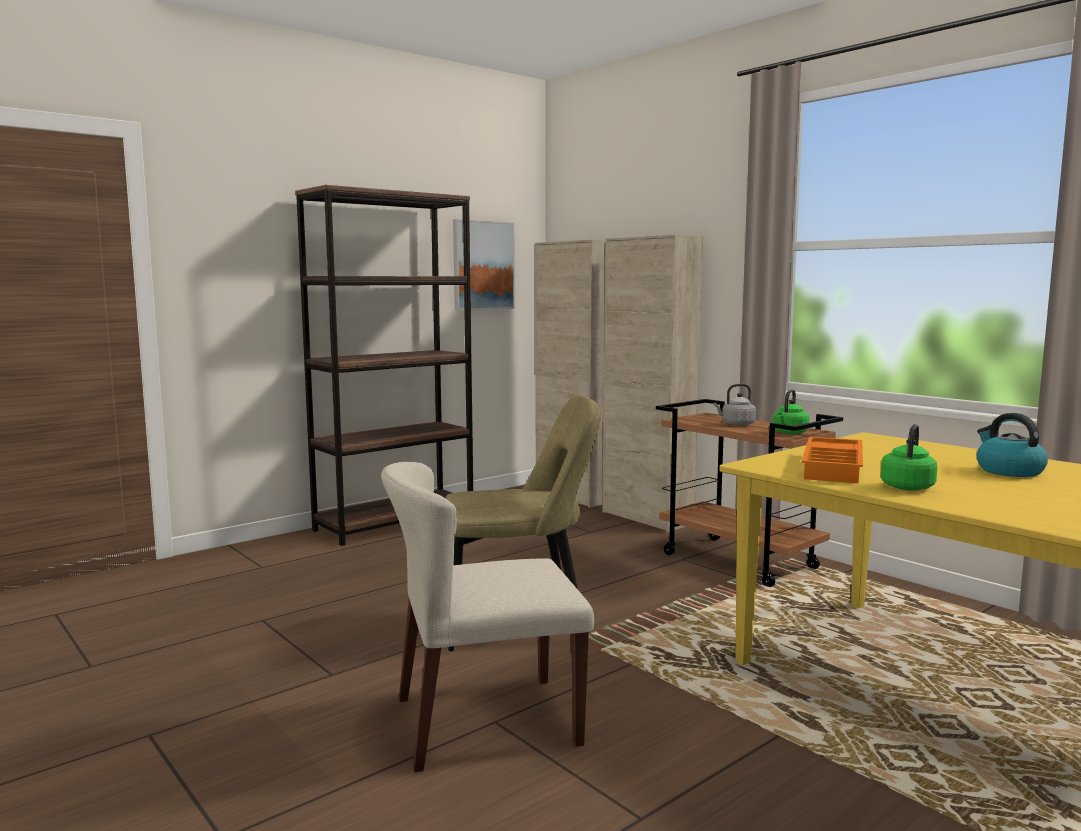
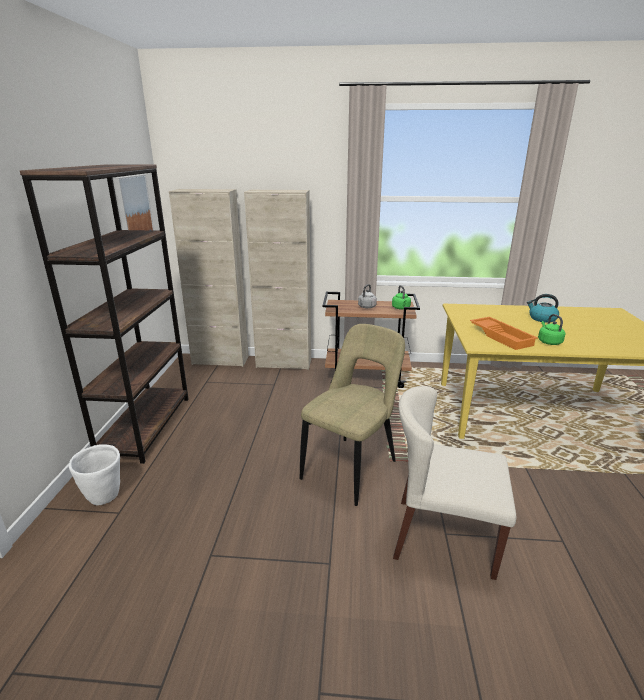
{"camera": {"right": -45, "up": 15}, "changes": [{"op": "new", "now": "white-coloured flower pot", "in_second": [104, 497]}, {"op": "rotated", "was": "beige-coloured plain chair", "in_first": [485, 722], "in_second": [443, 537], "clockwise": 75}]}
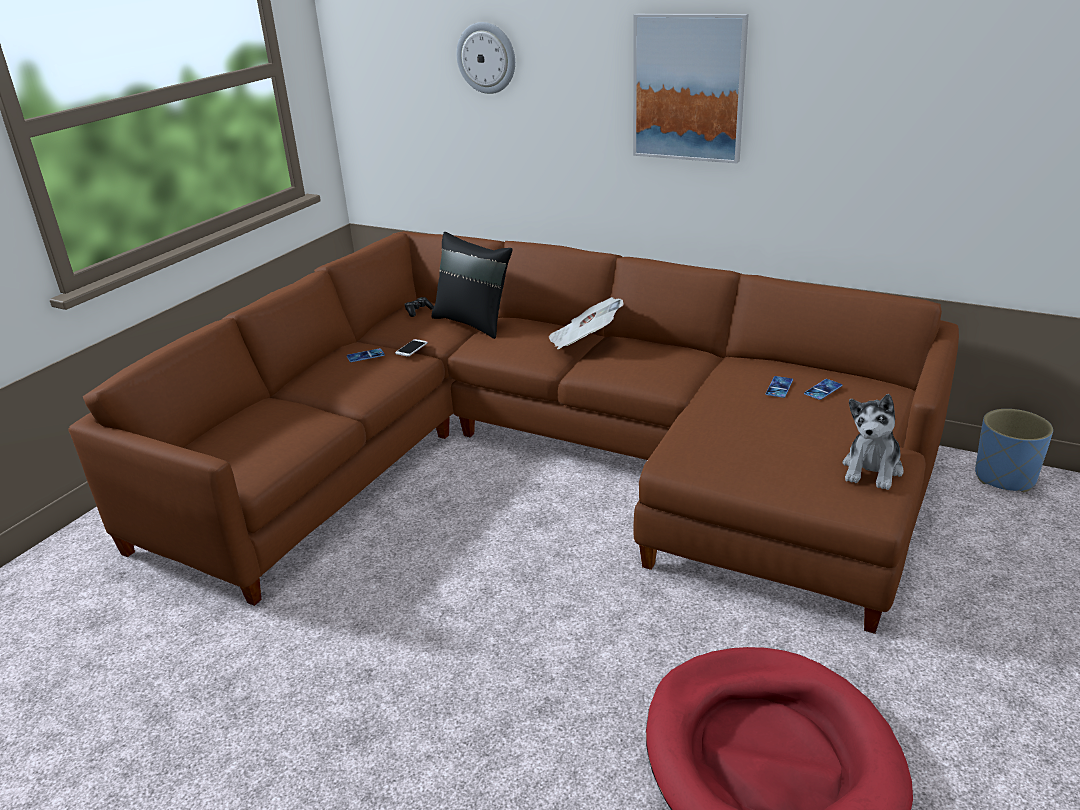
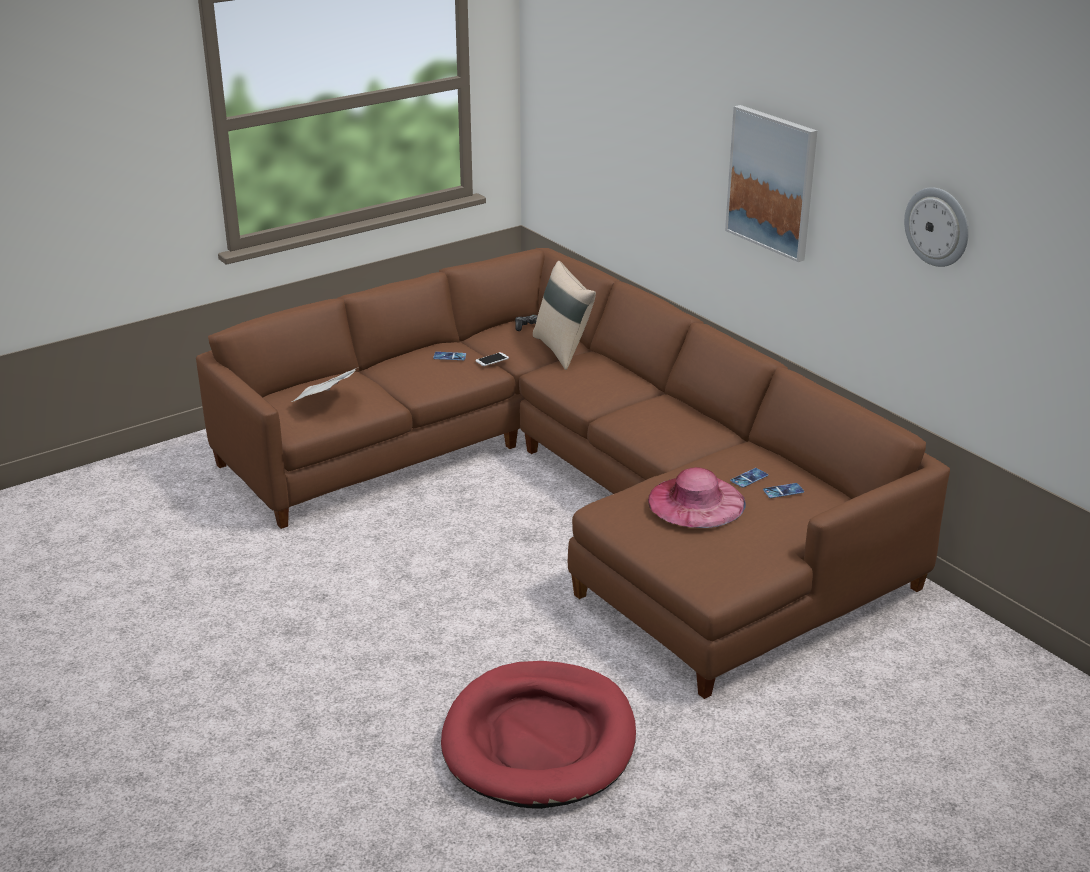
{"camera": {"right": 25, "up": 0}, "changes": [{"op": "shifted", "was": "newspaper", "in_first": [584, 341], "in_second": [325, 401]}, {"op": "repainted", "was": "black cushion", "now": "beige-coloured cushion", "in_first": [474, 323], "in_second": [563, 350]}, {"op": "new", "now": "pink clothing hat", "in_second": [696, 501]}, {"op": "shifted", "was": "hanging clock", "in_first": [486, 58], "in_second": [937, 226]}, {"op": "gone", "was": "soft toy", "in_first": [872, 469]}, {"op": "gone", "was": "blue-coloured flower pot", "in_first": [1005, 477]}]}
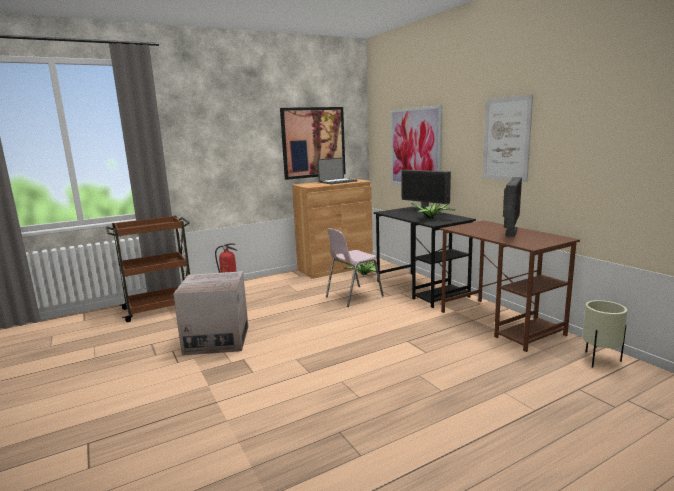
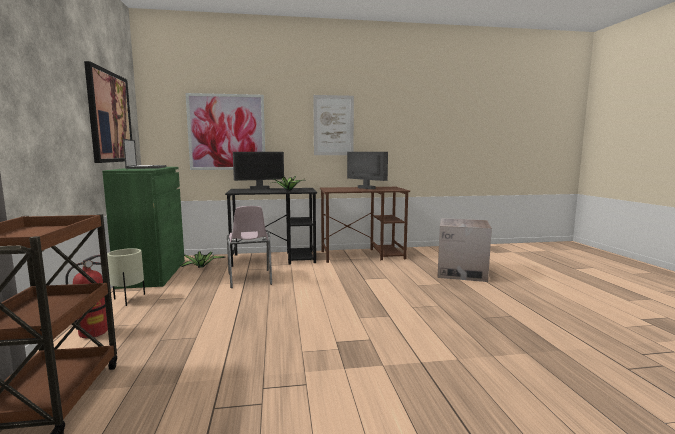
{"camera": {"right": -70, "up": -5}, "changes": [{"op": "repainted", "was": "brown storage cabinet", "now": "green-coloured storage cabinet", "in_first": [335, 268], "in_second": [153, 273]}, {"op": "shifted", "was": "beige-coloured flower pot", "in_first": [599, 360], "in_second": [128, 300]}, {"op": "shifted", "was": "carton", "in_first": [217, 340], "in_second": [461, 272]}]}
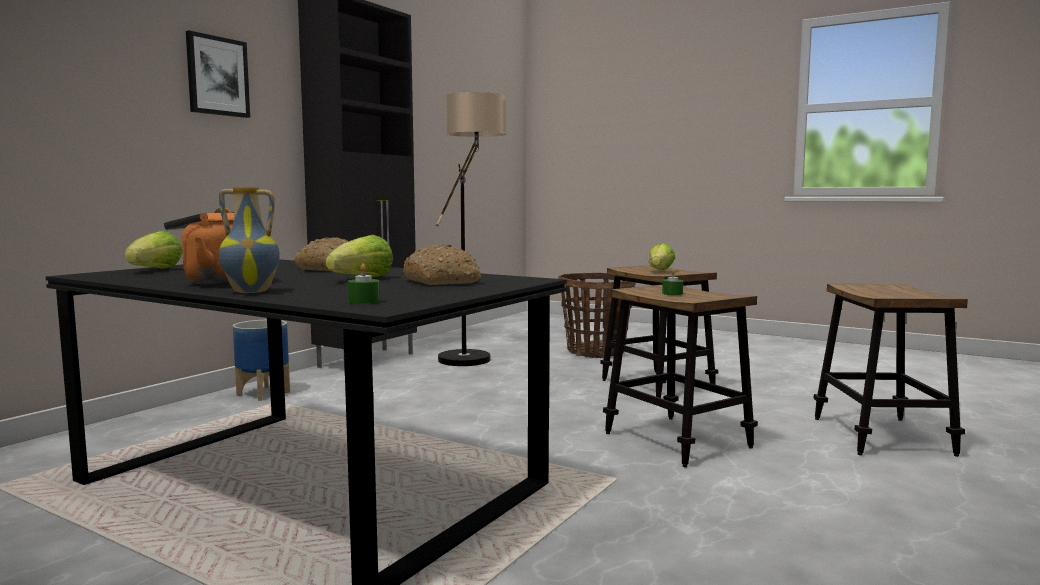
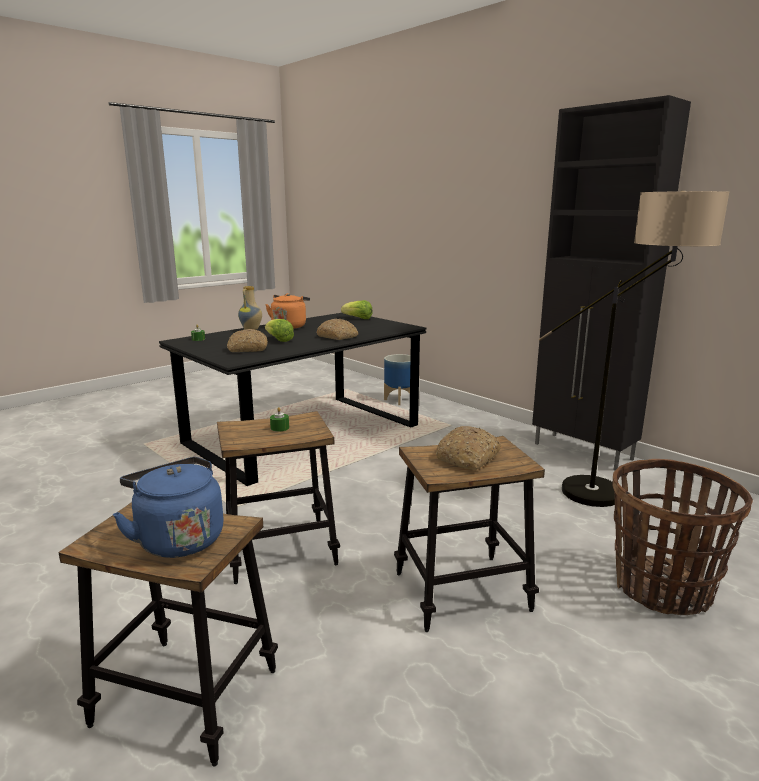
{"camera": {"right": 105, "up": 10}, "changes": [{"op": "new", "now": "blue-coloured tea kettle", "in_second": [178, 539]}, {"op": "shifted", "was": "flower pot", "in_first": [264, 393], "in_second": [400, 400]}, {"op": "swapped", "was": "lettuce", "now": "bread", "in_first": [660, 271], "in_second": [468, 458]}, {"op": "gone", "was": "picture", "in_first": [217, 76]}]}
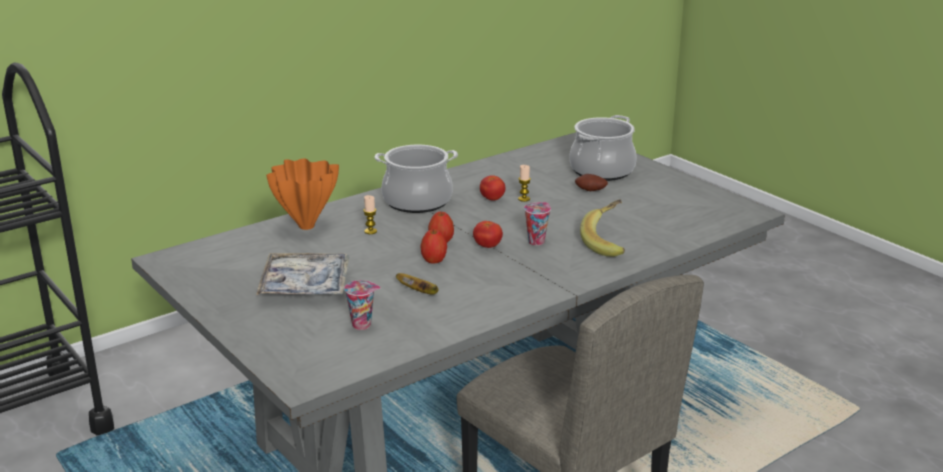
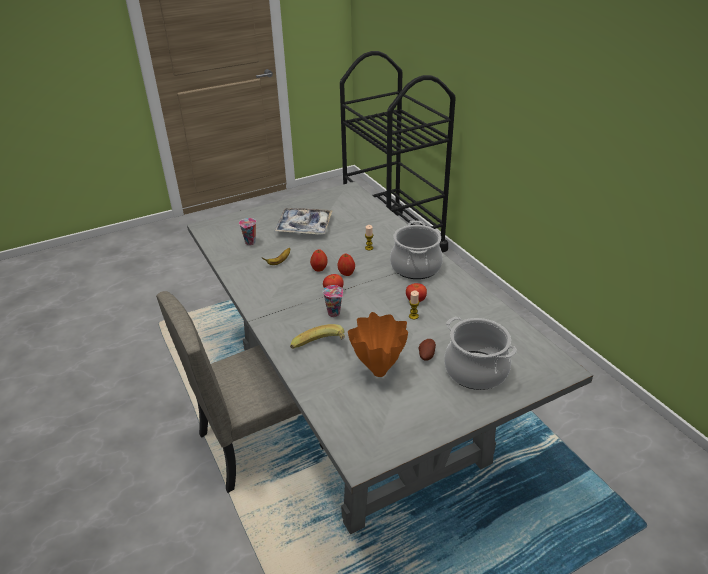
{"camera": {"right": 100, "up": 10}, "changes": [{"op": "shifted", "was": "orange vase", "in_first": [305, 226], "in_second": [379, 371]}]}
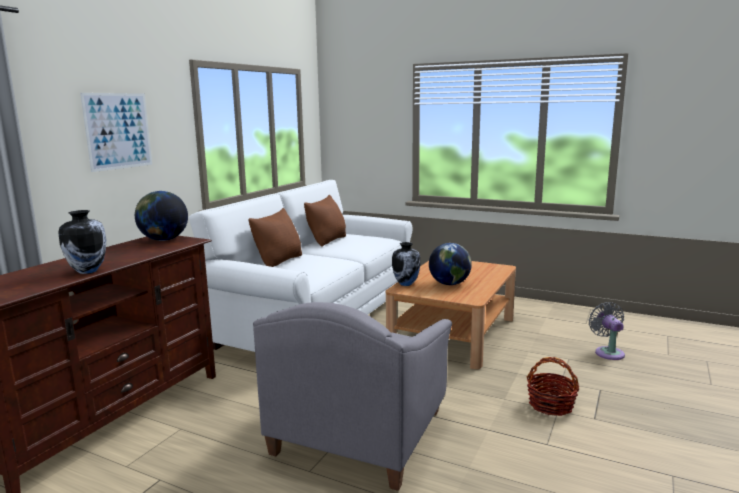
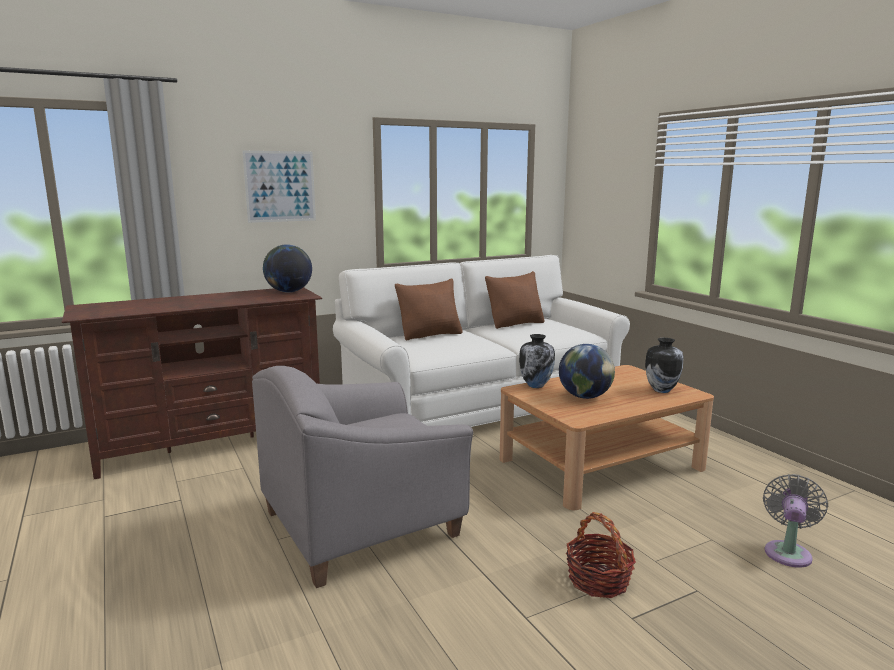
{"camera": {"right": 35, "up": 0}, "changes": [{"op": "shifted", "was": "vase", "in_first": [87, 271], "in_second": [661, 390]}]}
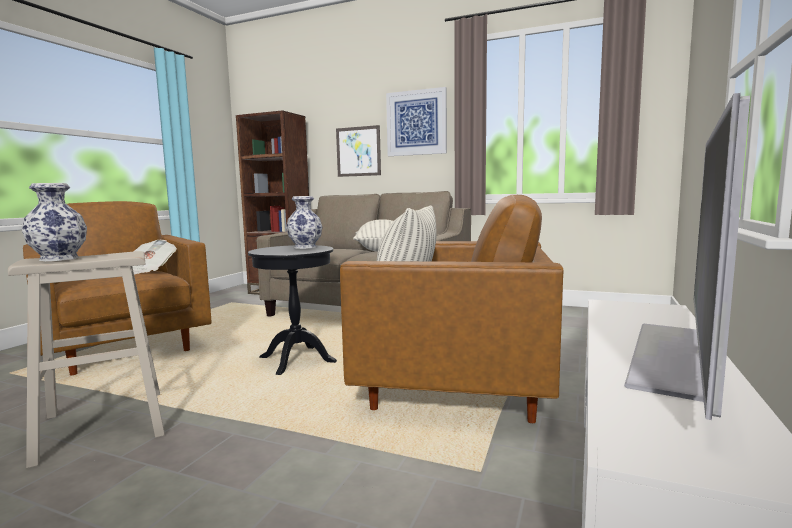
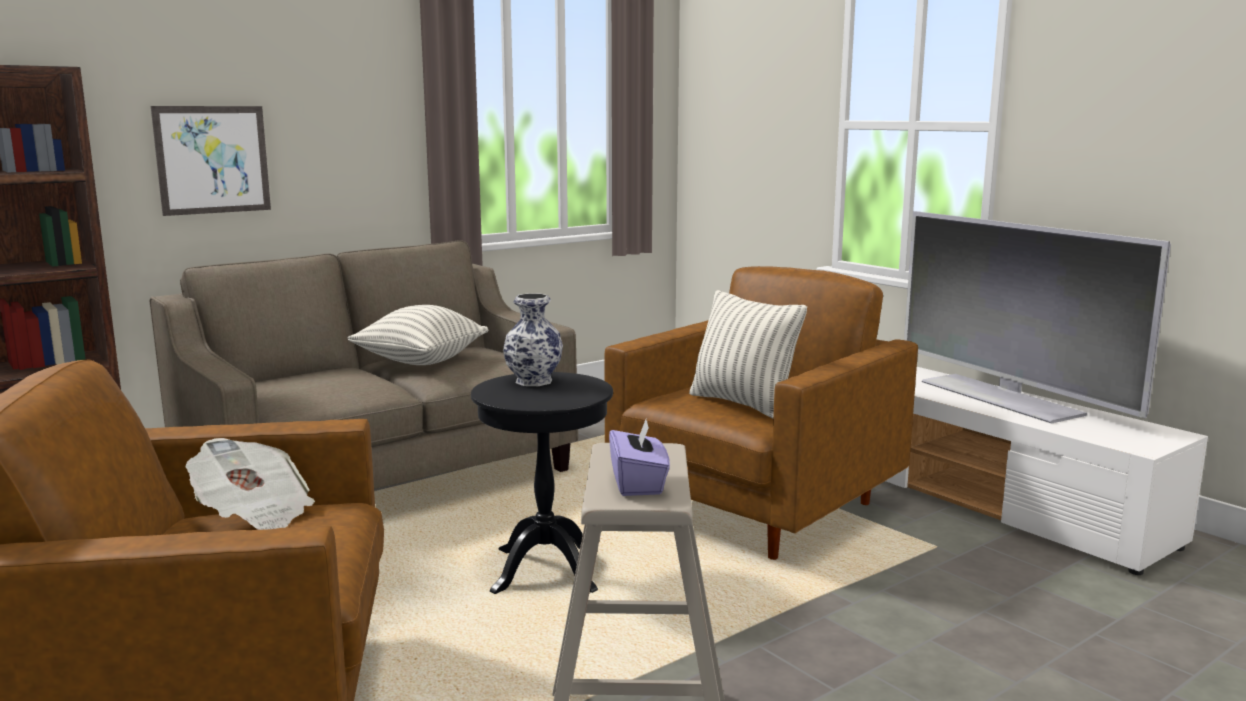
{"camera": {"right": -60, "up": 5}, "changes": [{"op": "swapped", "was": "vase", "now": "purple tissue holder", "in_first": [60, 258], "in_second": [638, 484]}, {"op": "gone", "was": "picture", "in_first": [416, 123]}]}
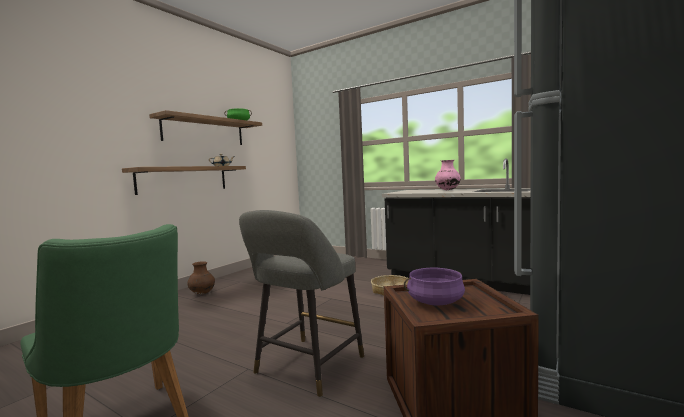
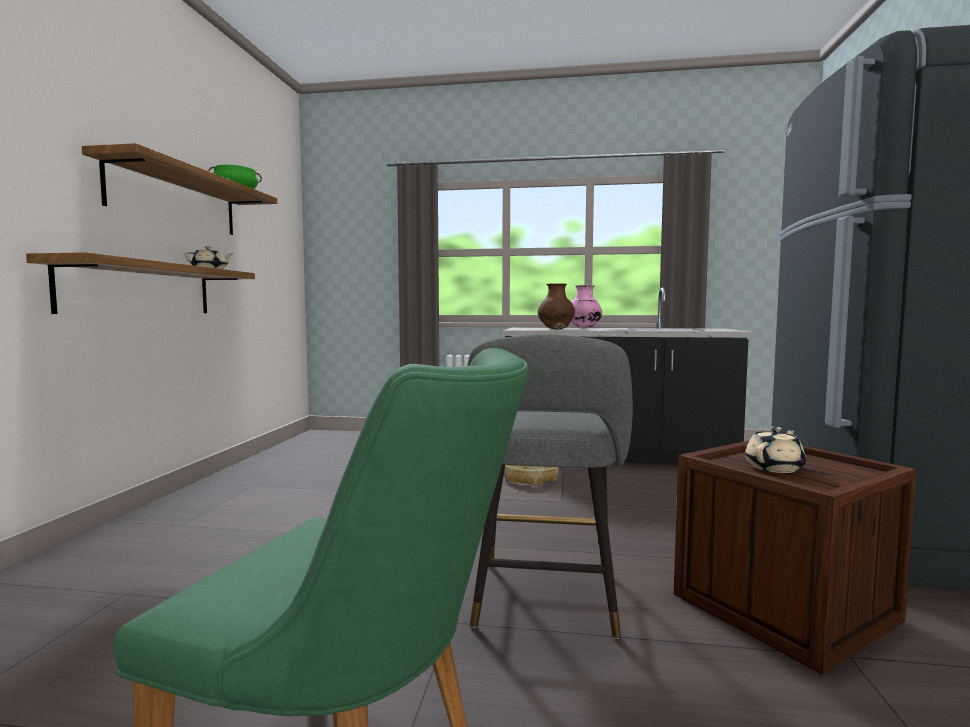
{"camera": {"right": -25, "up": 0}, "changes": [{"op": "shifted", "was": "brown vase", "in_first": [202, 293], "in_second": [556, 329]}, {"op": "swapped", "was": "purple saucepot", "now": "beige-coloured tea pot", "in_first": [435, 302], "in_second": [775, 468]}]}
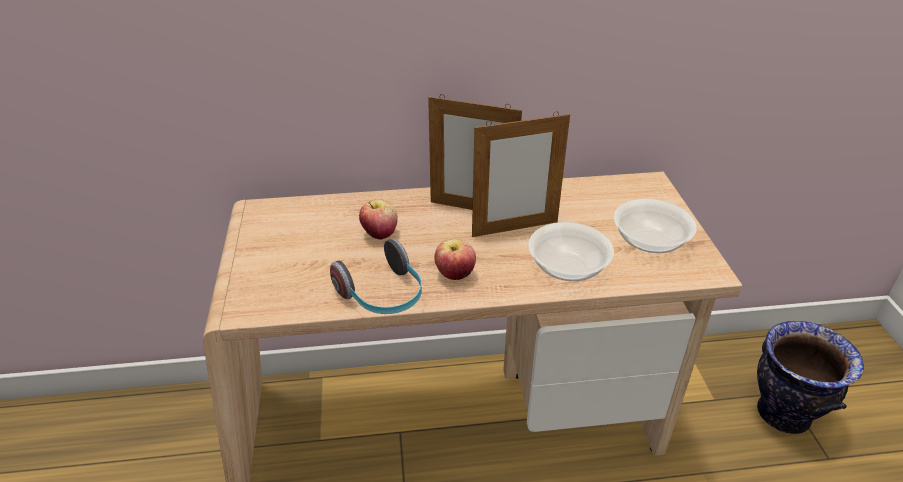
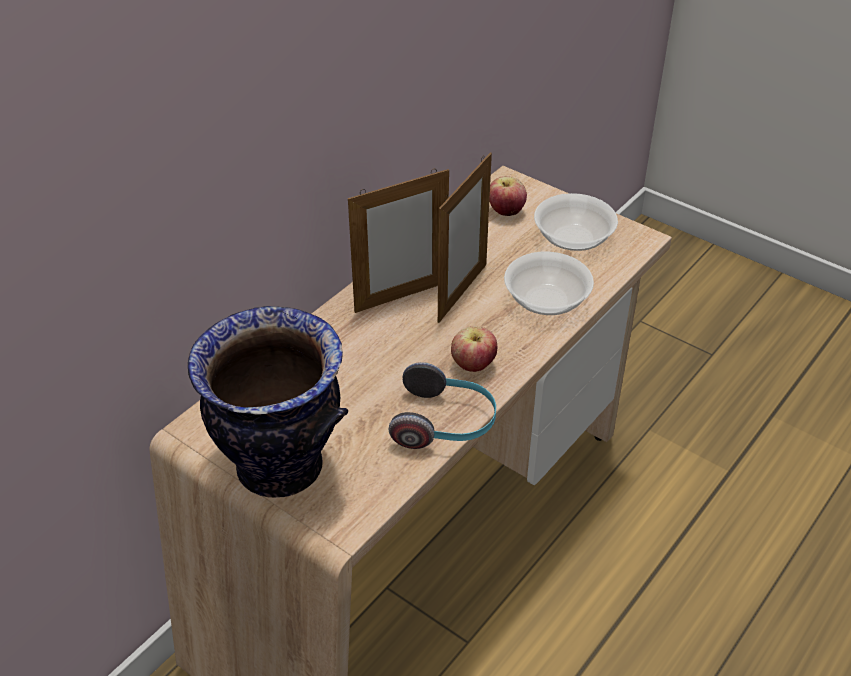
{"camera": {"right": -45, "up": 5}, "changes": [{"op": "shifted", "was": "vase", "in_first": [782, 415], "in_second": [279, 469]}, {"op": "shifted", "was": "whole apple", "in_first": [379, 234], "in_second": [506, 211]}]}
